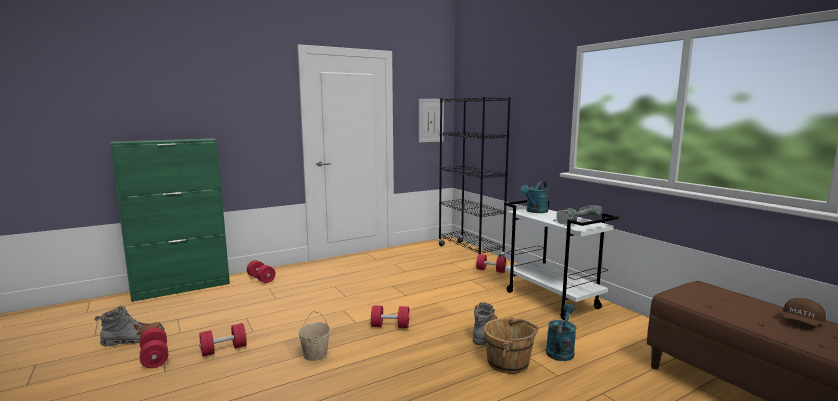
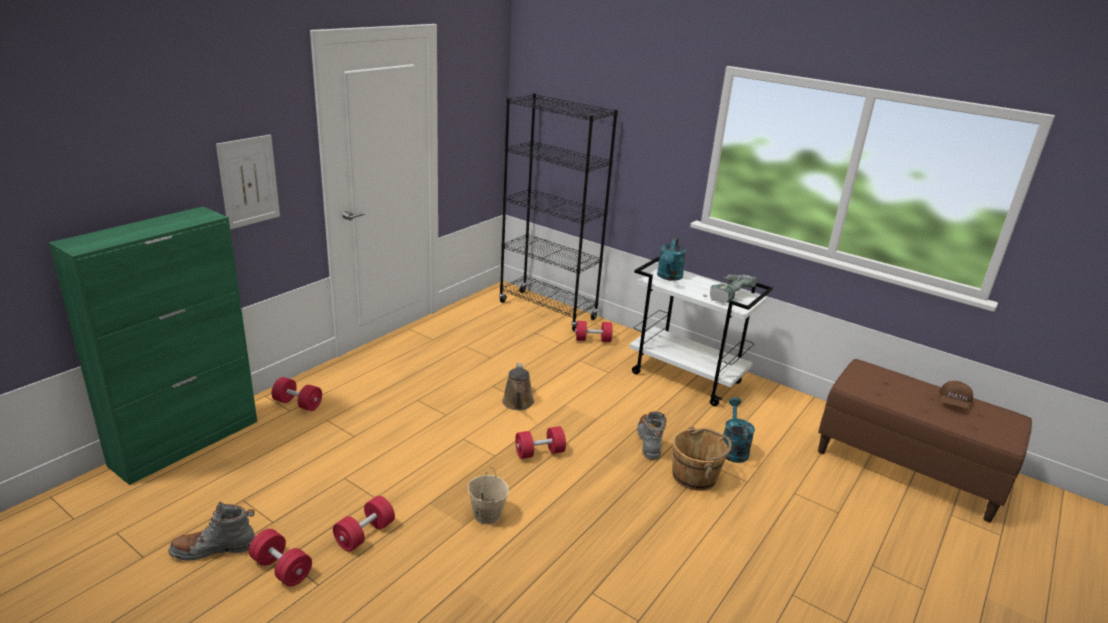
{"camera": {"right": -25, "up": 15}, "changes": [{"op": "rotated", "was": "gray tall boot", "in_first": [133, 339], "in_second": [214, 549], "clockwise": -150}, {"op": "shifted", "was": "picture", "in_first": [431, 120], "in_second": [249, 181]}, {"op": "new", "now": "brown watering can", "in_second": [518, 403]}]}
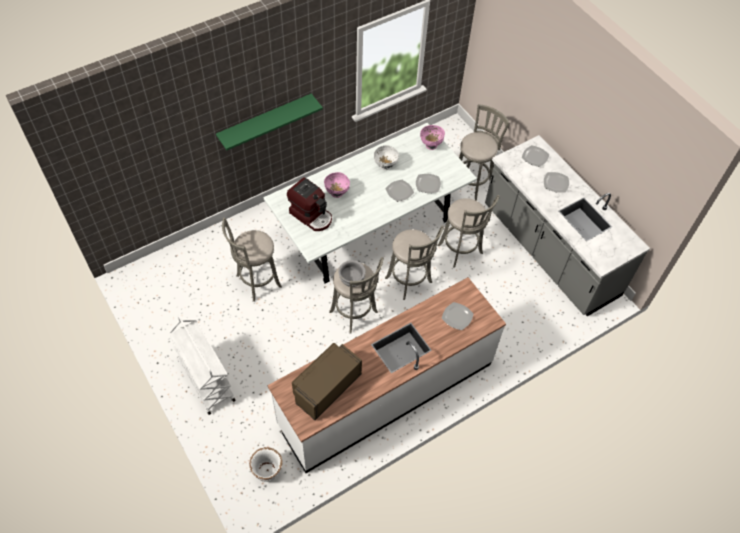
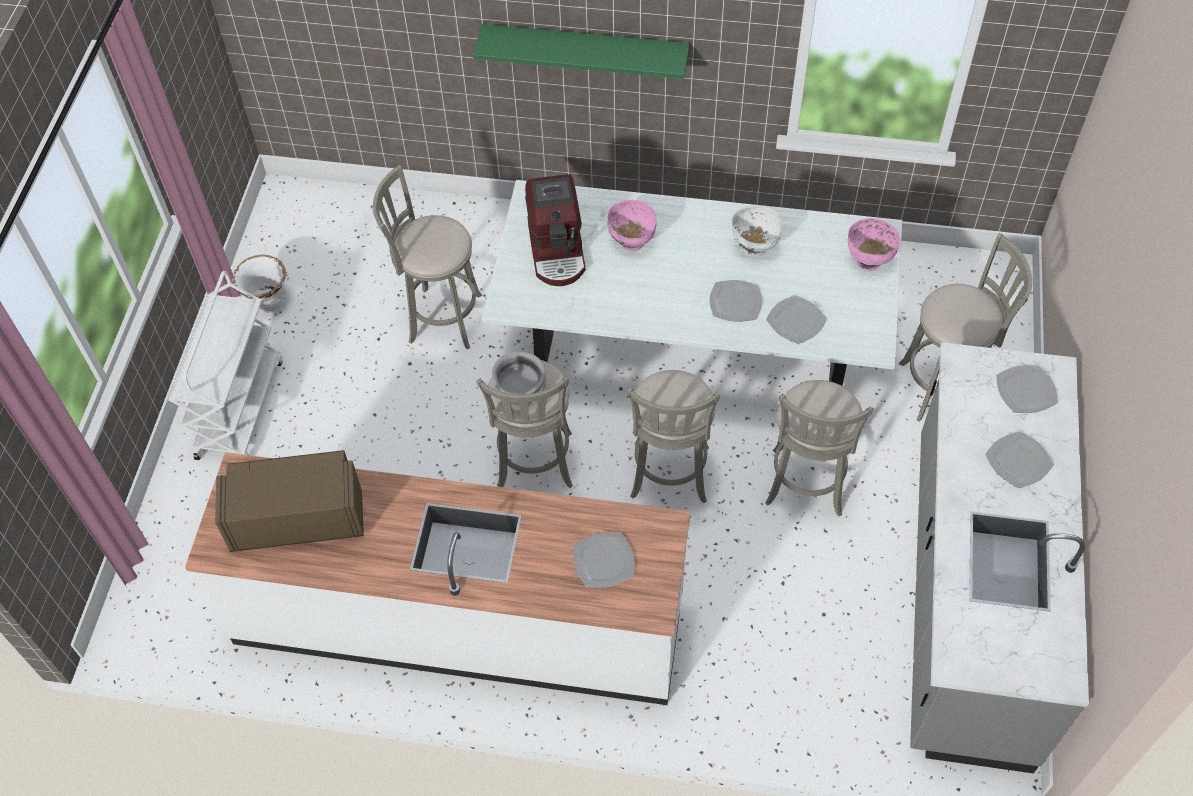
{"camera": {"right": 45, "up": 0}, "changes": [{"op": "shifted", "was": "white-coloured flower pot", "in_first": [267, 471], "in_second": [268, 301]}]}
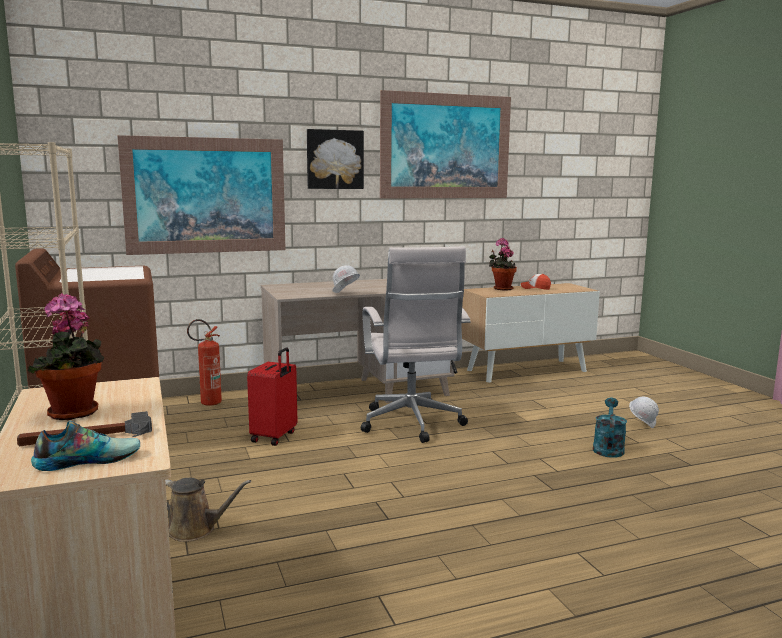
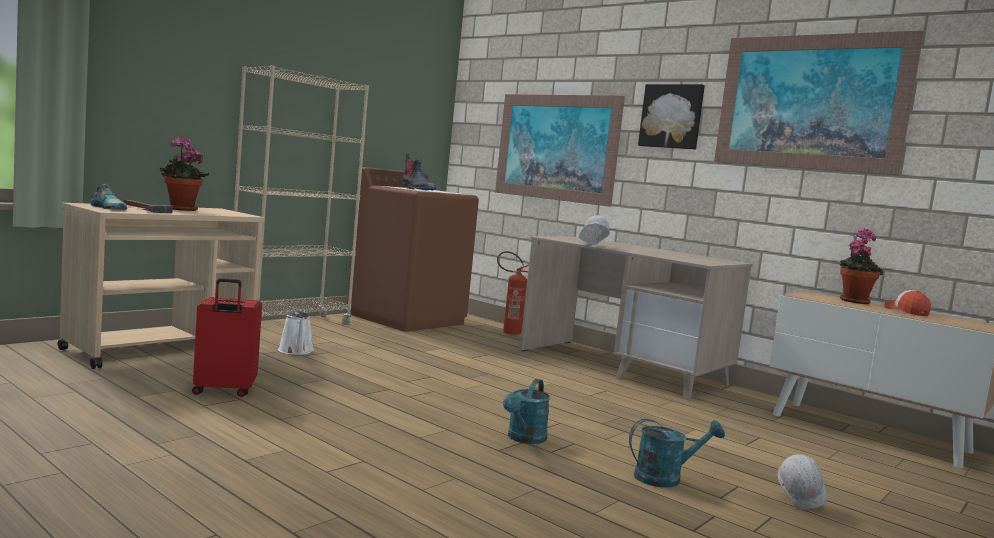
{"camera": {"right": 60, "up": -5}, "changes": [{"op": "shifted", "was": "red suitcase", "in_first": [275, 437], "in_second": [224, 391]}, {"op": "repainted", "was": "brown watering can", "now": "white-coloured watering can", "in_first": [195, 530], "in_second": [296, 351]}, {"op": "new", "now": "tall boot", "in_second": [416, 189]}, {"op": "new", "now": "turquoise watering can", "in_second": [524, 439]}, {"op": "gone", "was": "white-coloured computer chair", "in_first": [412, 425]}]}
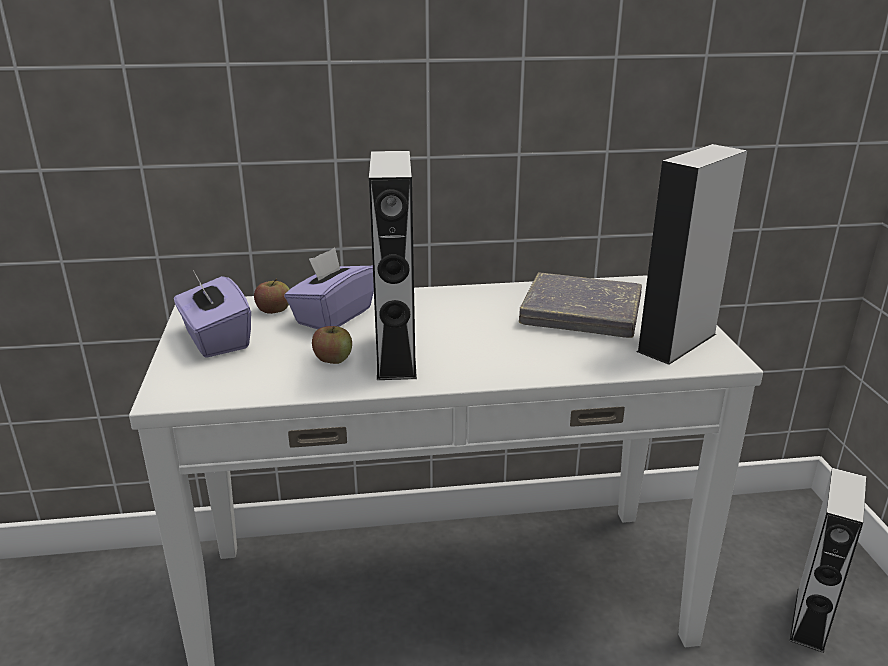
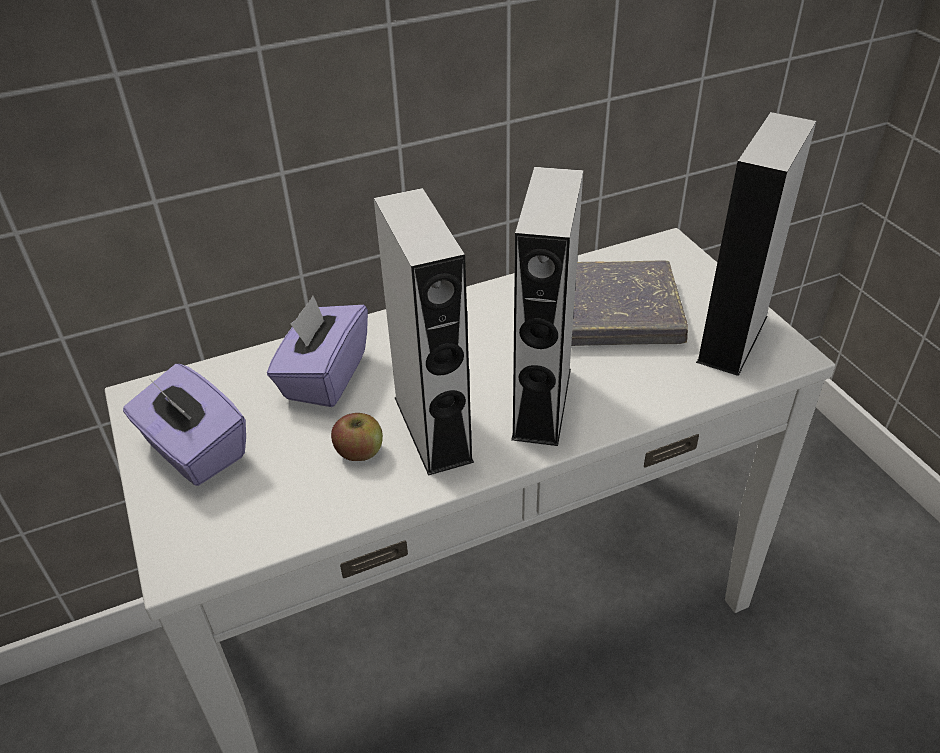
{"camera": {"right": -15, "up": 15}, "changes": [{"op": "shifted", "was": "gray speaker", "in_first": [810, 619], "in_second": [542, 403]}, {"op": "gone", "was": "whole apple", "in_first": [274, 310]}]}
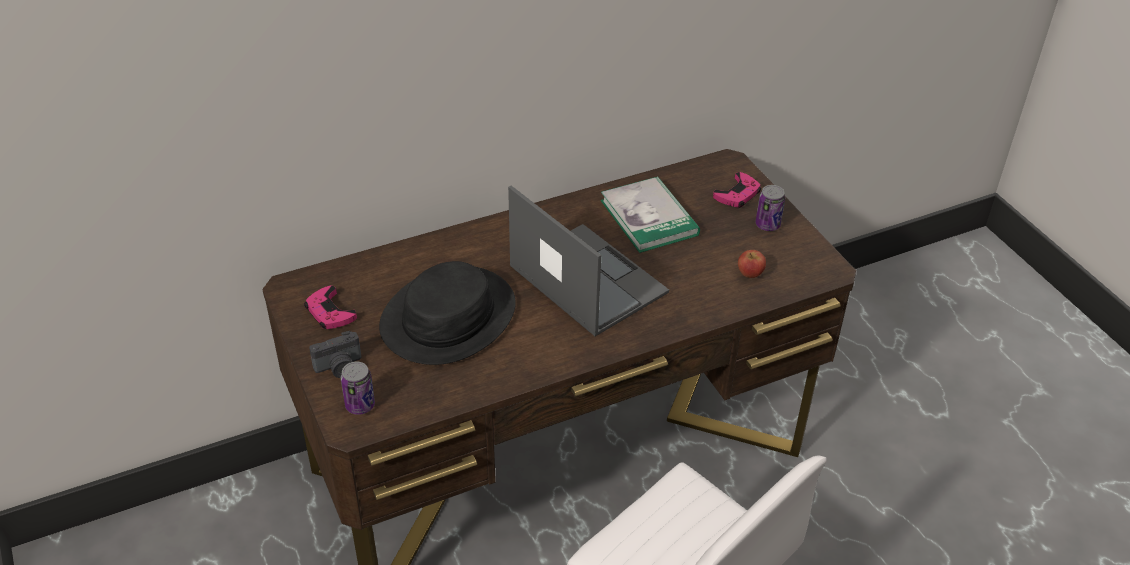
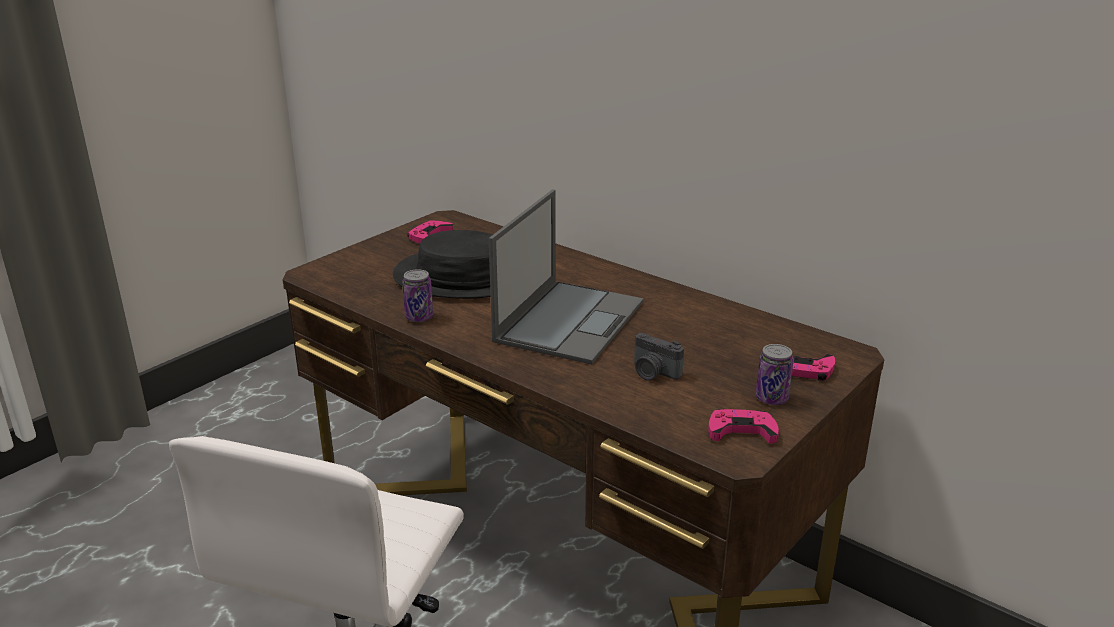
{"camera": {"right": 65, "up": -15}, "changes": [{"op": "shifted", "was": "can", "in_first": [360, 405], "in_second": [419, 317]}, {"op": "shifted", "was": "photo camera", "in_first": [339, 367], "in_second": [653, 373]}, {"op": "new", "now": "pink gamepad", "in_second": [741, 431]}, {"op": "gone", "was": "volume", "in_first": [649, 217]}, {"op": "gone", "was": "whole apple", "in_first": [750, 274]}]}
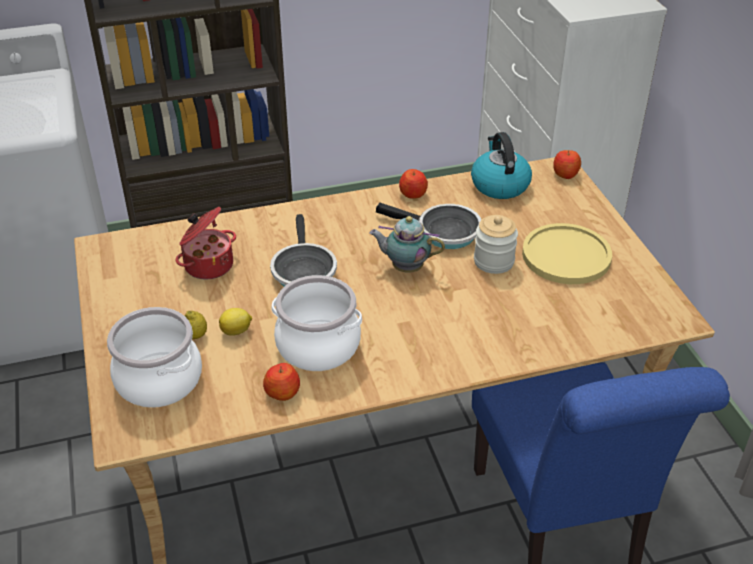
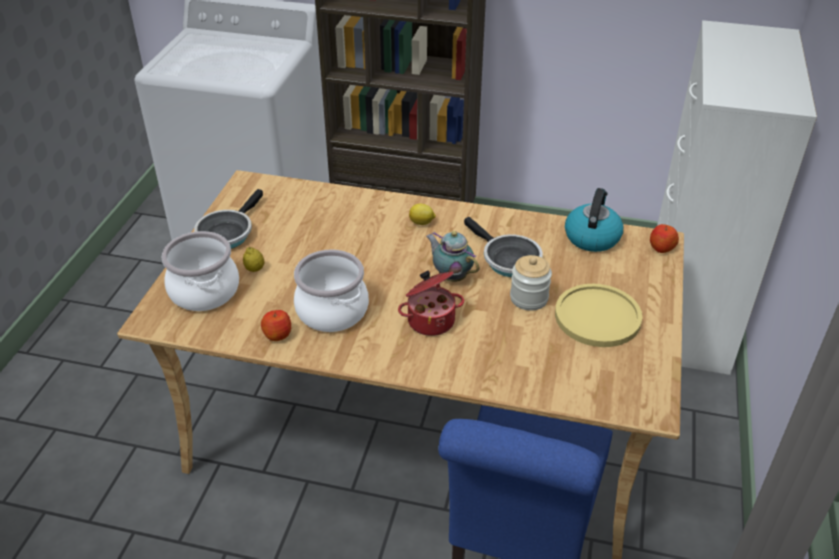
{"camera": {"right": 30, "up": 0}, "changes": [{"op": "shifted", "was": "frying pan", "in_first": [303, 270], "in_second": [227, 233]}, {"op": "shifted", "was": "saucepot", "in_first": [208, 264], "in_second": [430, 320]}, {"op": "shifted", "was": "lemon", "in_first": [237, 331], "in_second": [422, 223]}, {"op": "gone", "was": "whole apple", "in_first": [413, 194]}]}
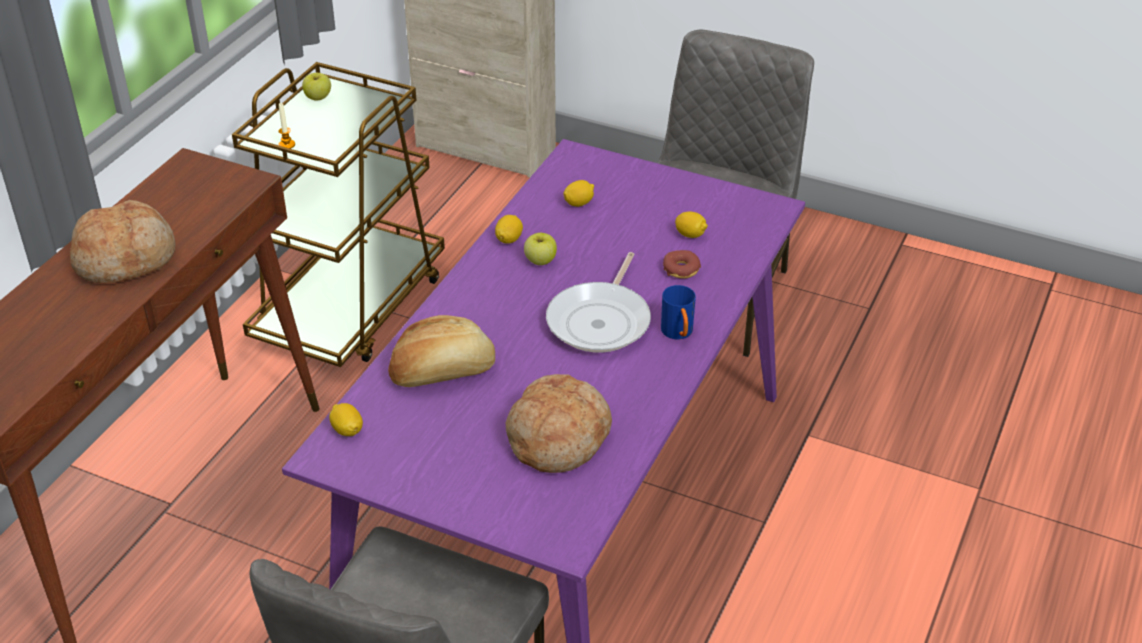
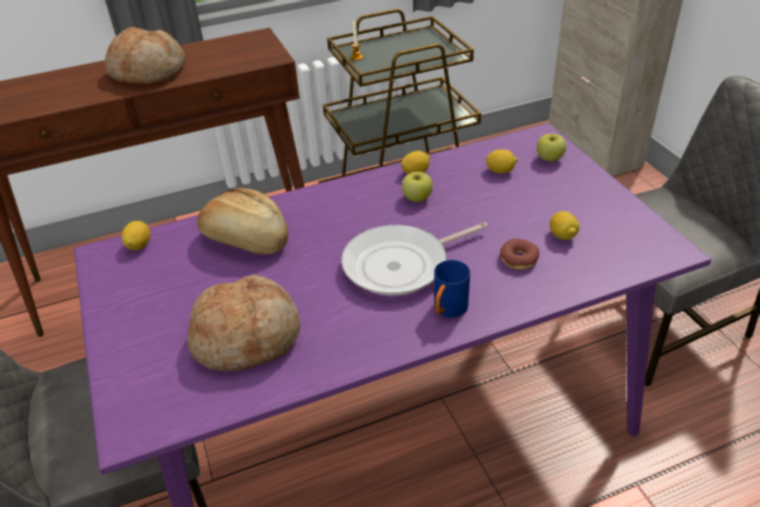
{"camera": {"right": 45, "up": 0}, "changes": [{"op": "shifted", "was": "whole apple", "in_first": [318, 97], "in_second": [550, 159]}]}
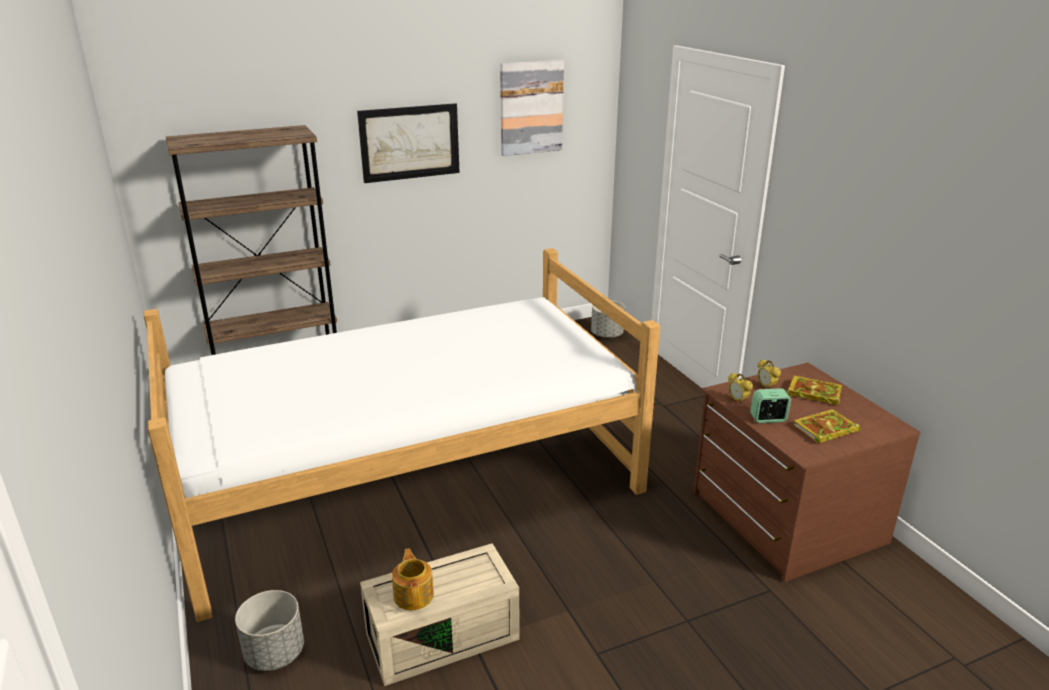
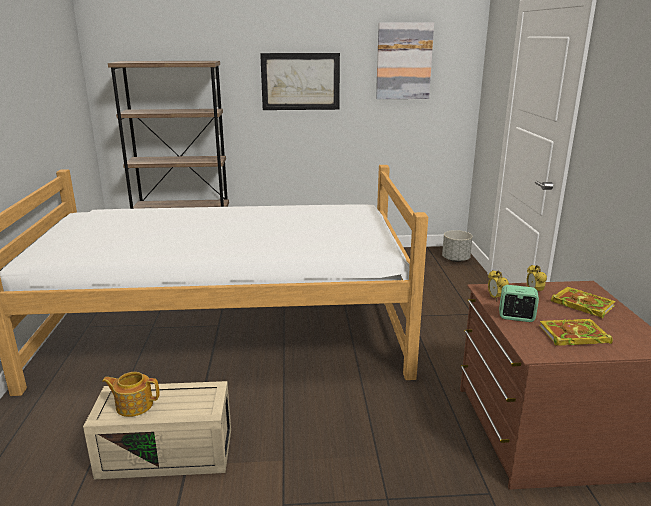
{"camera": {"right": 20, "up": -5}, "changes": [{"op": "rotated", "was": "tea pot", "in_first": [414, 594], "in_second": [134, 405], "clockwise": -90}, {"op": "gone", "was": "gray flower pot", "in_first": [274, 653]}]}
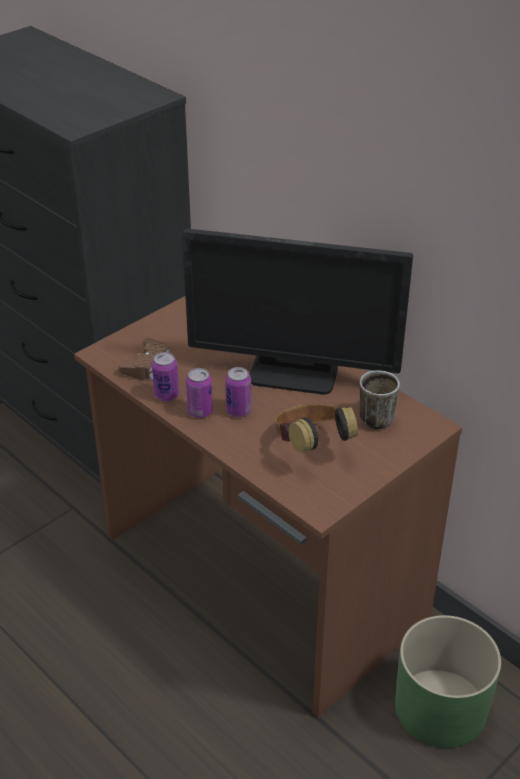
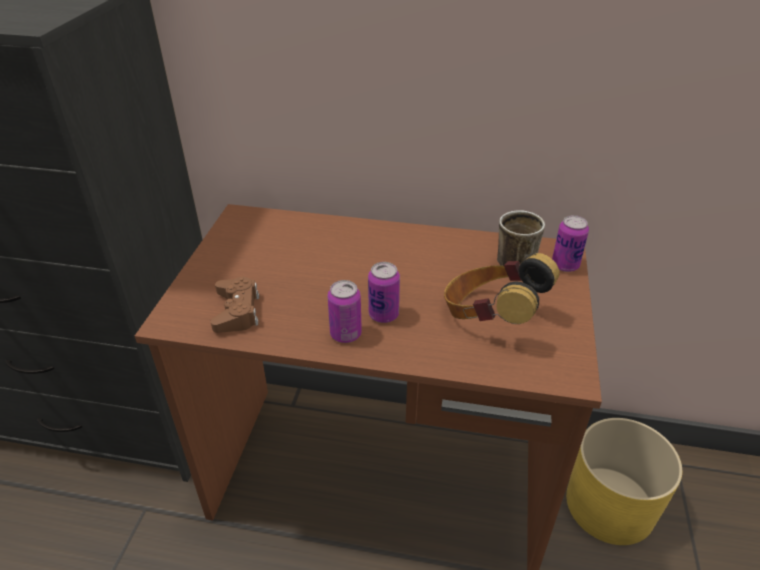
{"camera": {"right": -35, "up": 0}, "changes": [{"op": "shifted", "was": "can", "in_first": [166, 395], "in_second": [565, 265]}, {"op": "repainted", "was": "green-coloured flower pot", "now": "yellowish flower pot", "in_first": [441, 708], "in_second": [610, 504]}, {"op": "gone", "was": "computer screen", "in_first": [294, 373]}]}
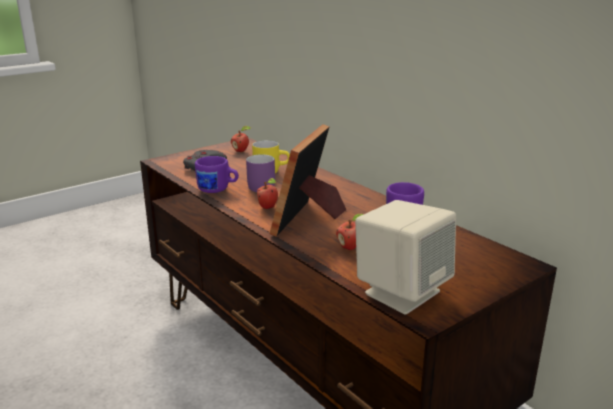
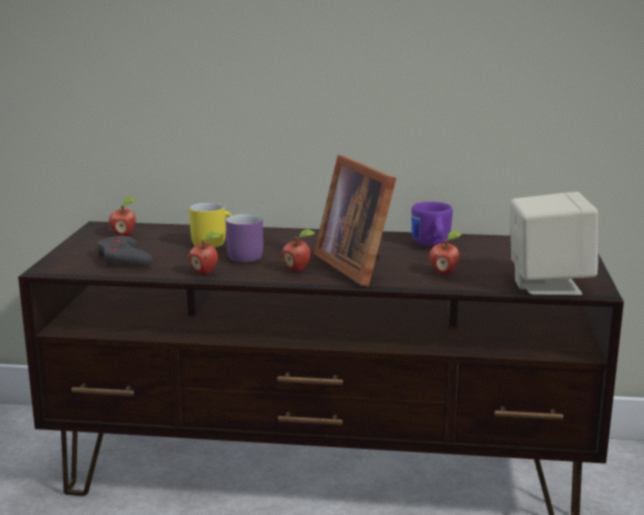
{"camera": {"right": -45, "up": -5}, "changes": [{"op": "swapped", "was": "purple mug", "now": "whole apple", "in_first": [218, 190], "in_second": [205, 272]}]}
